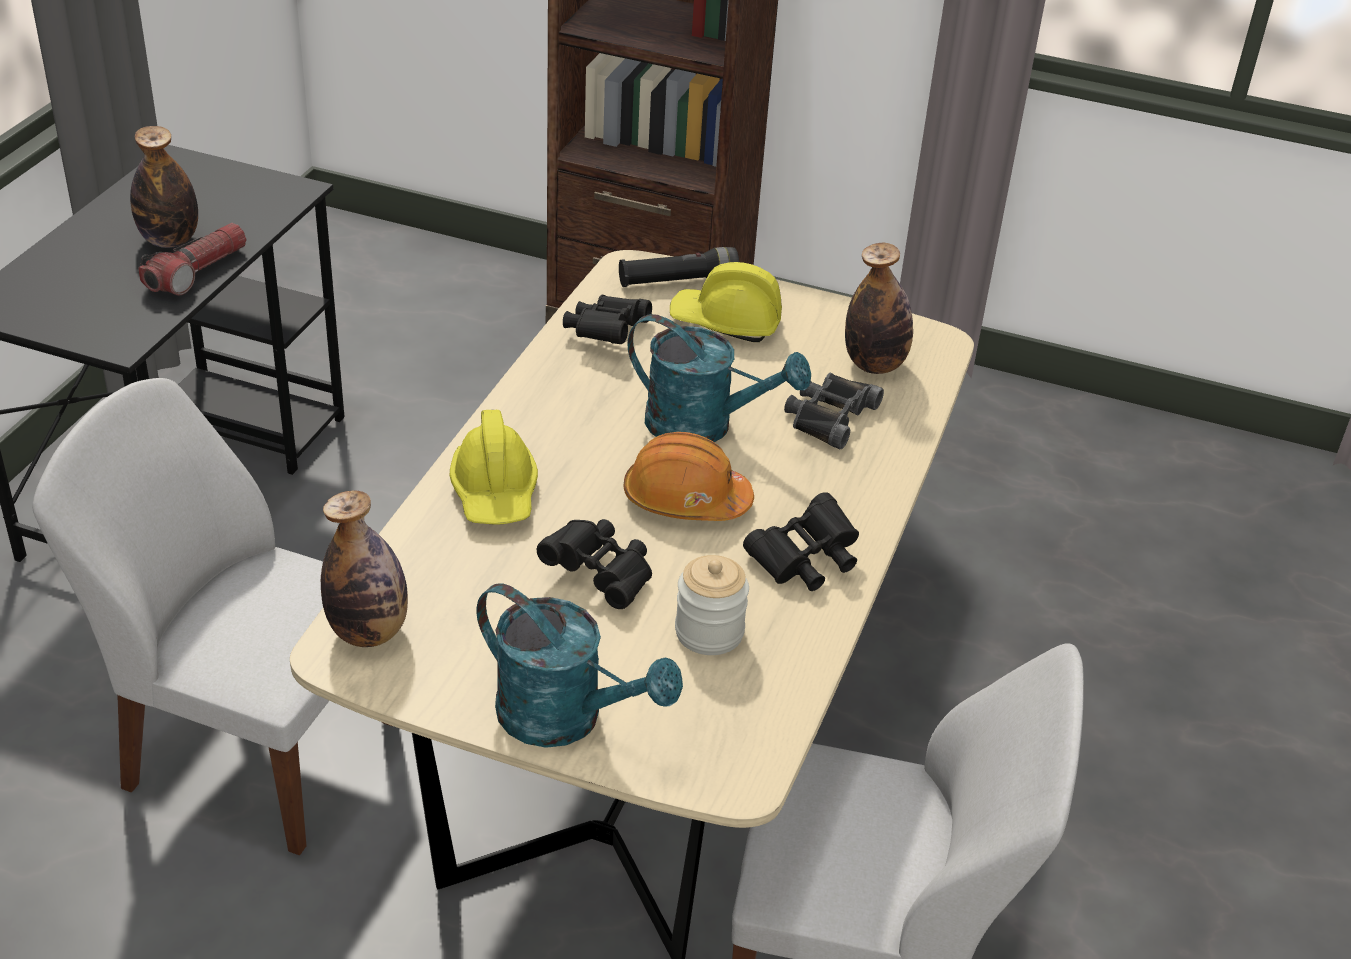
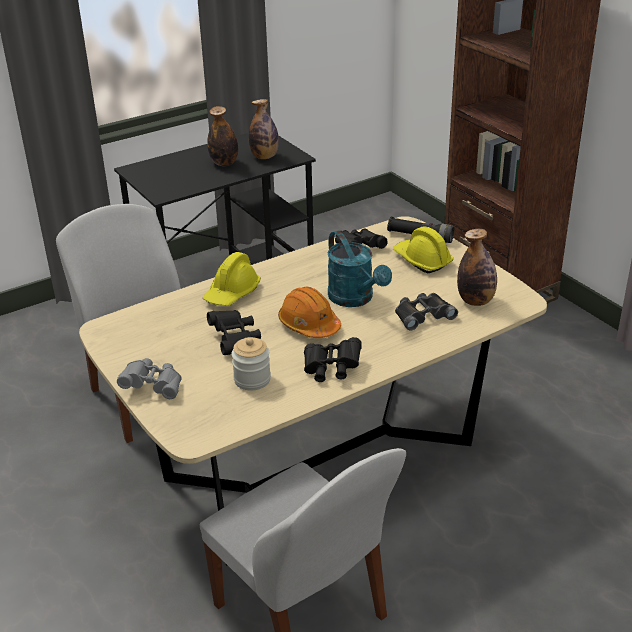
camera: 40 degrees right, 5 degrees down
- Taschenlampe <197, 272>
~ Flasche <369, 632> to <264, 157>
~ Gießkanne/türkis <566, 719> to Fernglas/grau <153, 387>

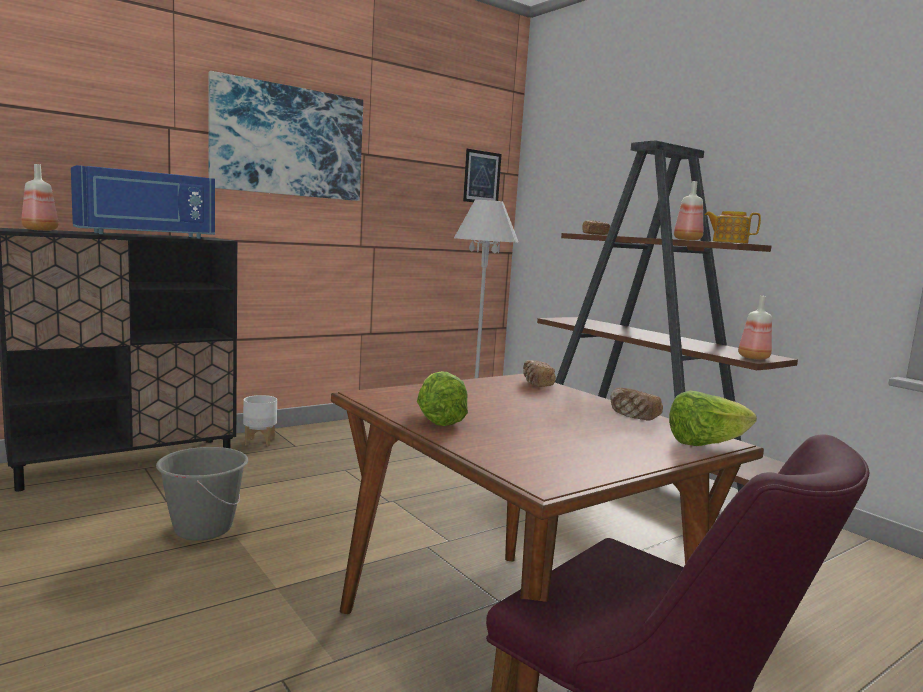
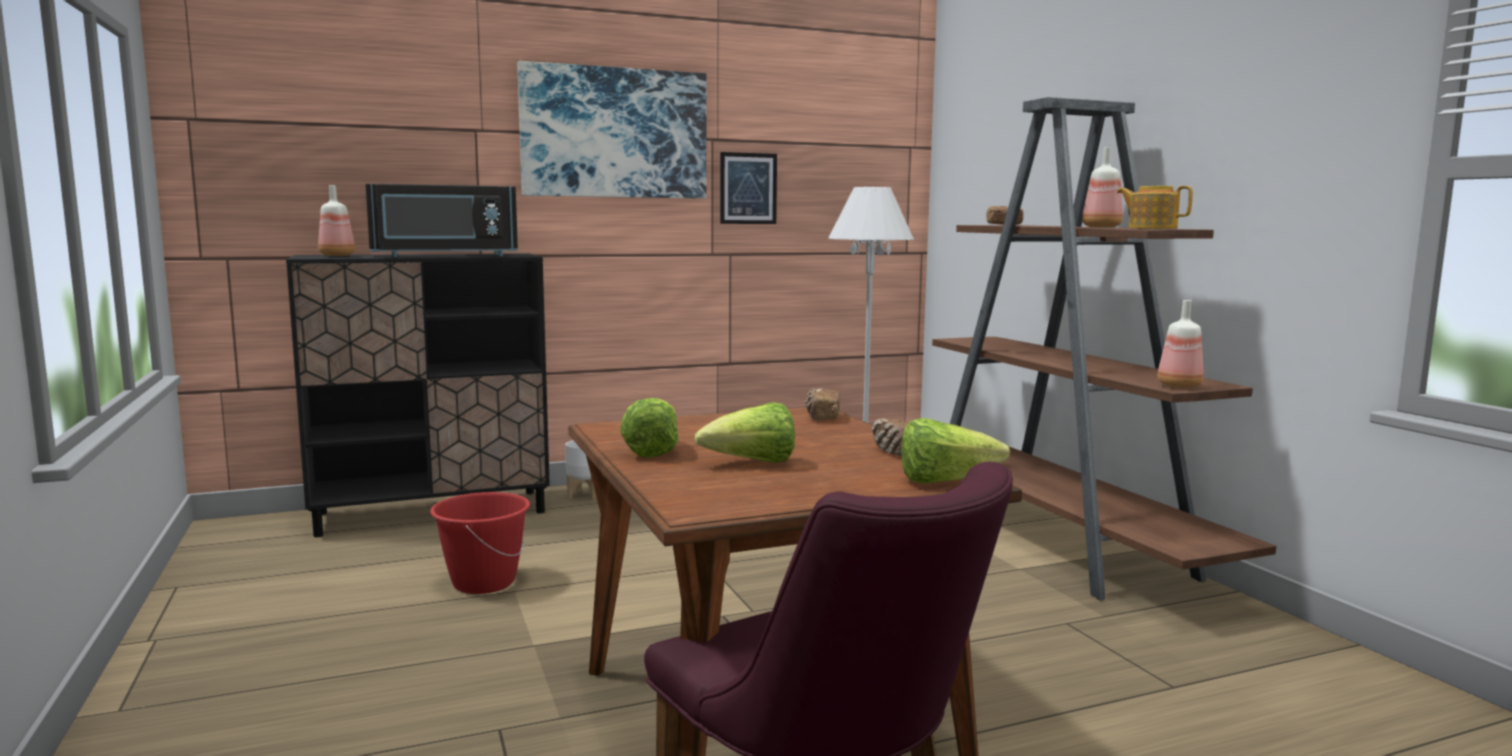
camera: 15 degrees right, 0 degrees up
~ Bild <482, 177> to <748, 188>
~ Mikrowelle/blau <146, 235> to Mikrowelle/schwarz <444, 256>
~ Eimer/grau <203, 528> to Eimer/rot <483, 583>
+ Salatkopf <752, 463>

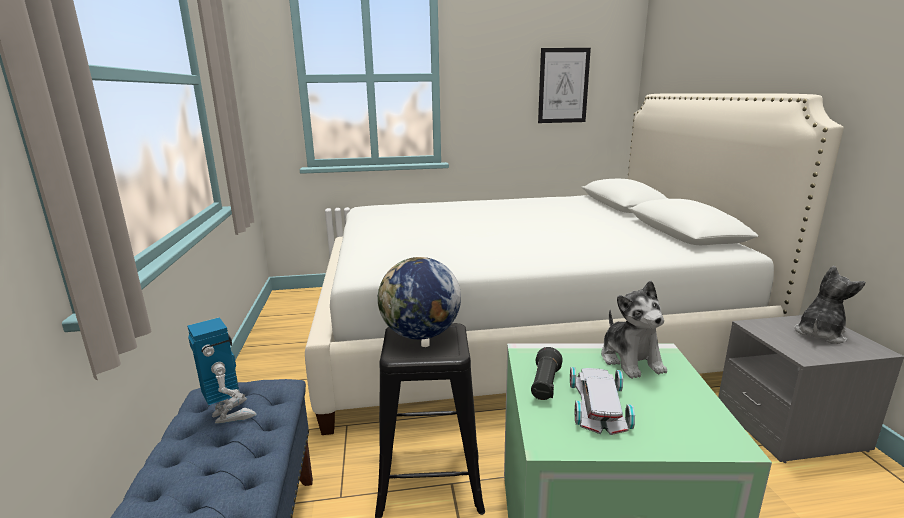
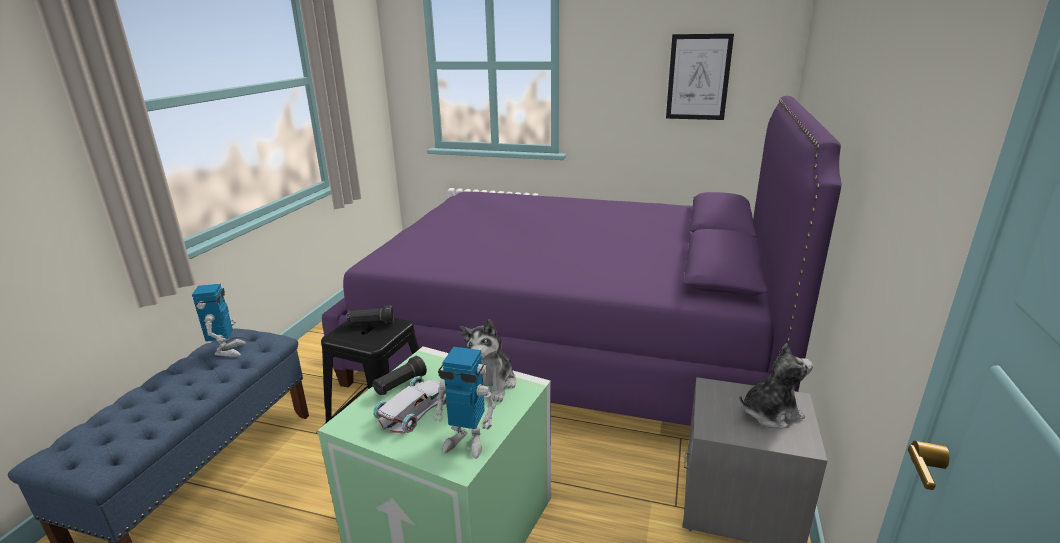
camera: 25 degrees right, 5 degrees up
~ Bett/weiß <519, 333> to Bett/lila <572, 341>
~ Globus <420, 335> to Taschenlampe/schwarz <371, 324>
+ Spielzeugroboter <466, 442>

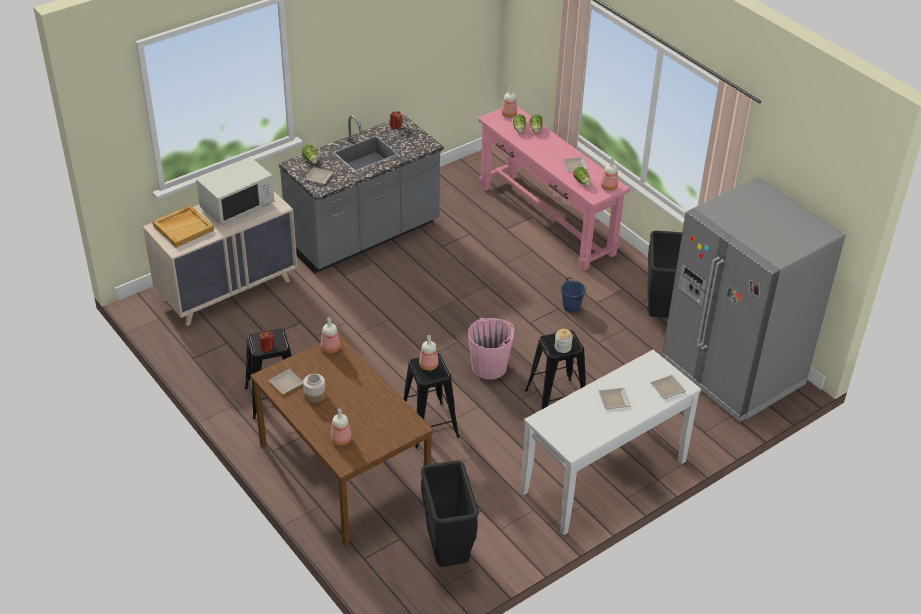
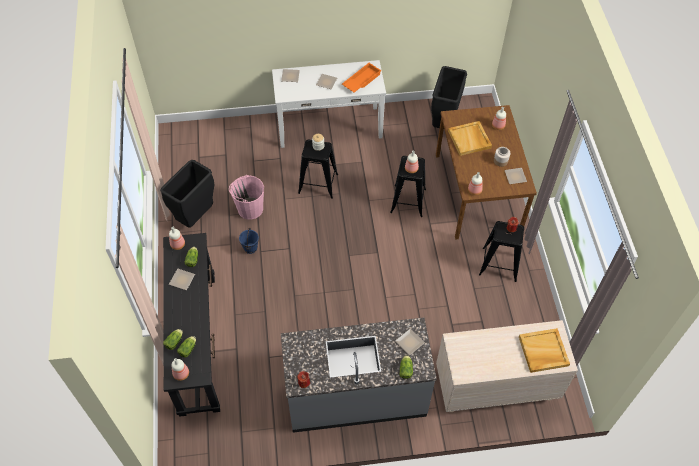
camera: 150 degrees left, 15 degrees up
~ Konsolentisch/rosa <546, 220> to Konsolentisch/schwarz <198, 343>
- Mikrowelle/weiß <237, 206>
- Kühlschrank/grau <732, 372>
~ Eimer/rosa <489, 367> to <250, 209>
+ Tablett/orange <361, 80>
+ Tablett/beige <469, 139>

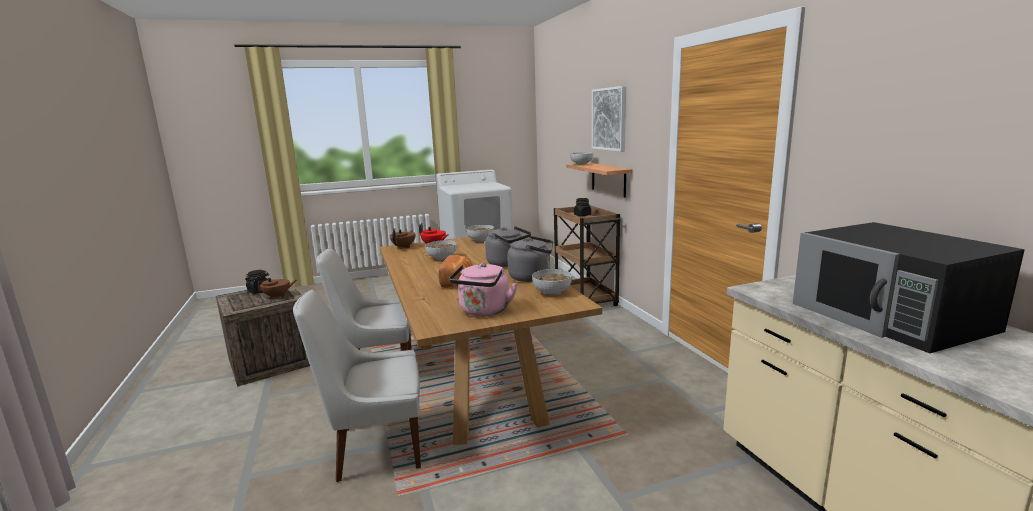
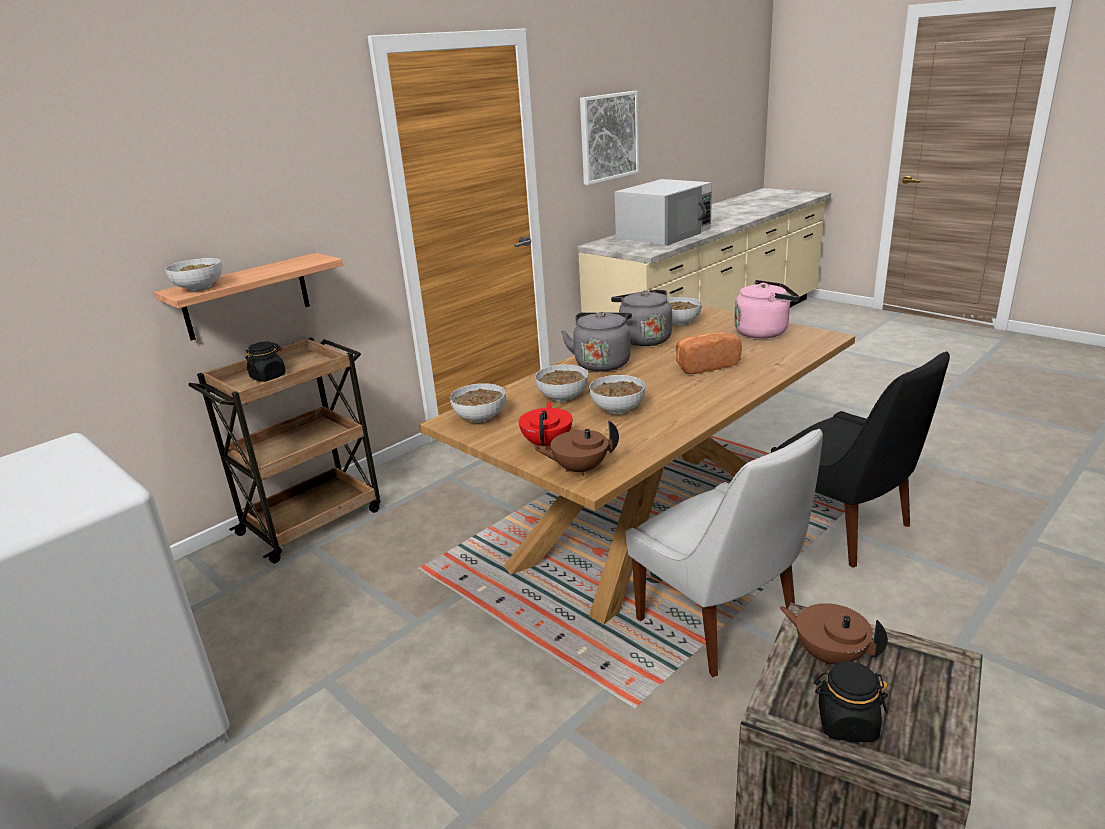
camera: 115 degrees left, 10 degrees up
~ Bild <609, 119> to <608, 137>
~ Mikrowelle/schwarz <891, 317> to Mikrowelle/weiß <664, 233>
~ Stuhl/weiß <375, 448> to Stuhl/schwarz <846, 529>
+ Schüssel <563, 397>

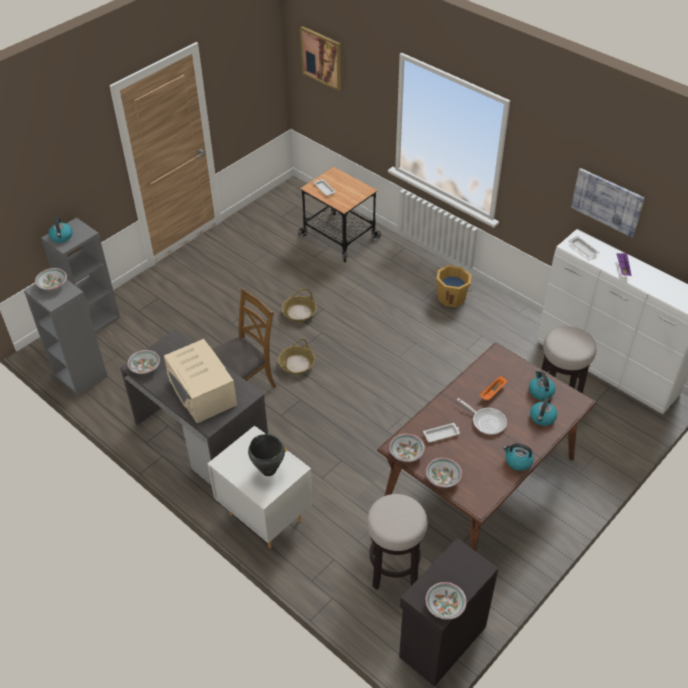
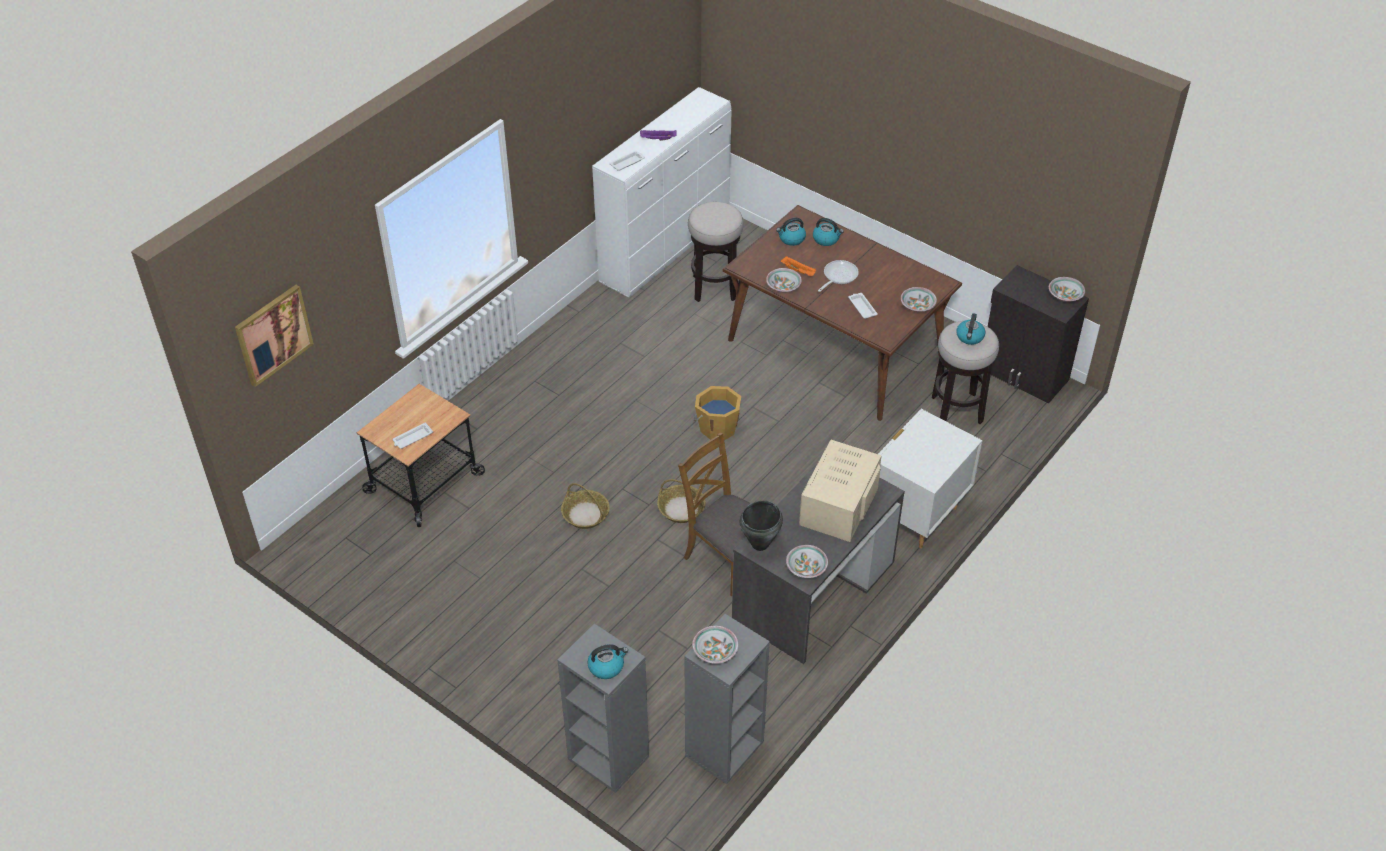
camera: 95 degrees left, 0 degrees up
- Bild <607, 201>
~ Eimer/orange <452, 297> to <717, 427>
~ Mikrowelle/beige <202, 392> = <838, 505> 150 degrees clockwise
~ Kochtopf/schwarz <268, 470> to <760, 544>
~ Schüssel <406, 453> to <783, 287>
~ Wasserkessel <518, 461> to <970, 337>

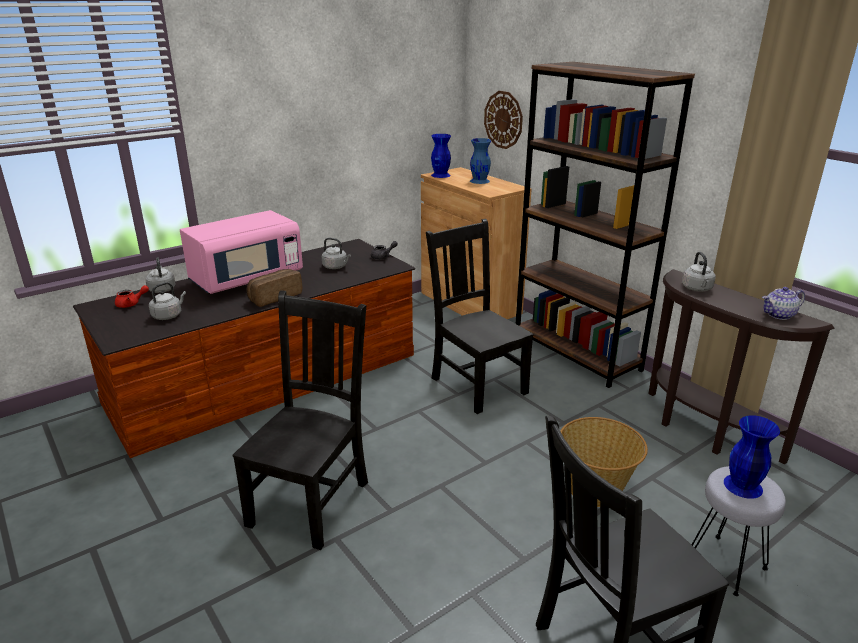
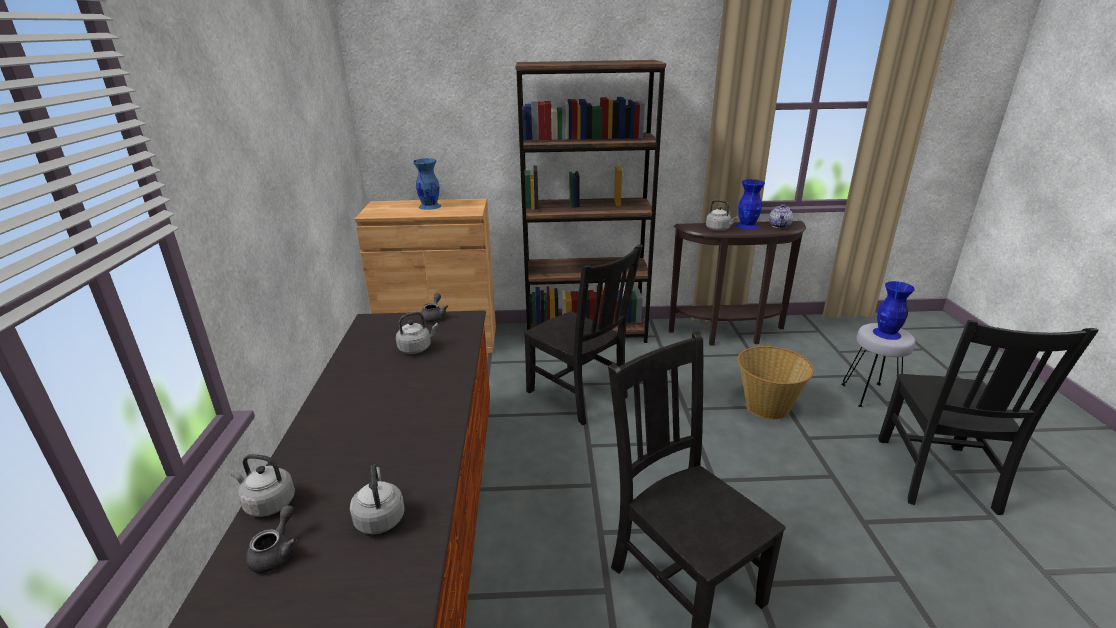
camera: 55 degrees left, 0 degrees up
- Wanduhr <503, 120>
~ Vase/blau <440, 175> to <747, 226>
- Mikrowelle/rosa <246, 279>
~ Stuhl/schwarz <477, 384> = <579, 395> 135 degrees counterclockwise
- Brot <274, 297>
~ Teekanne/rot <131, 304> to Teekanne/grau <276, 552>

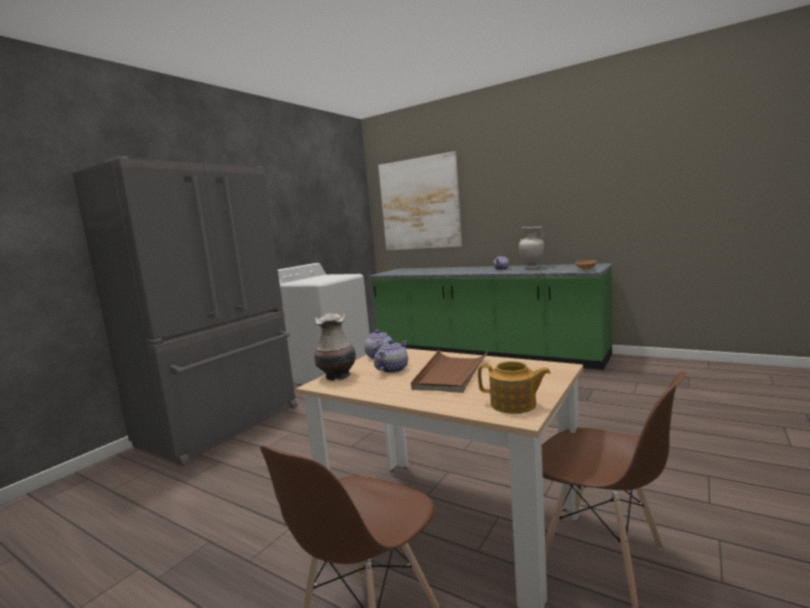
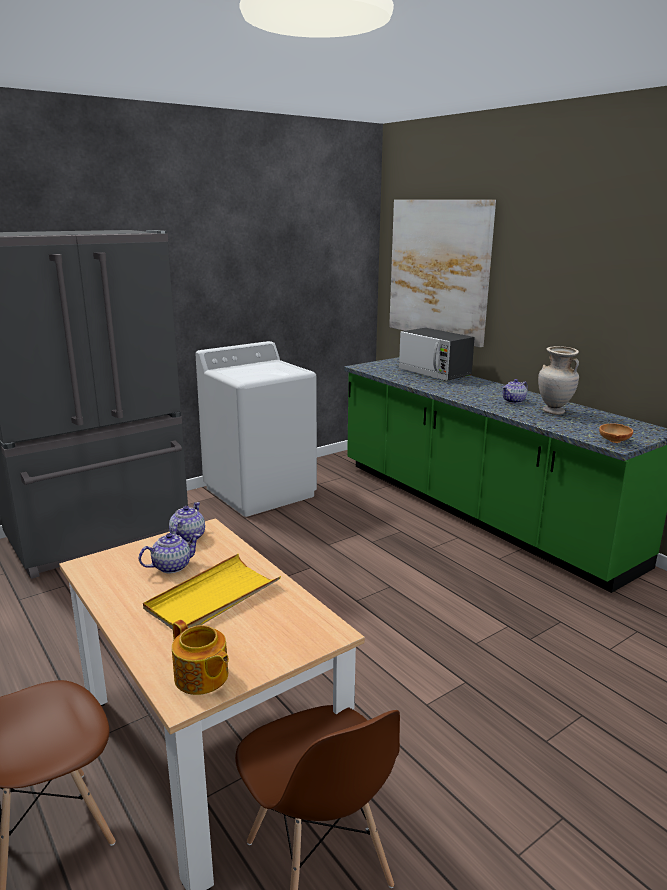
camera: 20 degrees right, 10 degrees up
- Vase <338, 376>
~ Tablett/braun <451, 374> to Tablett/gelb <212, 598>
+ Mikrowelle <434, 373>

